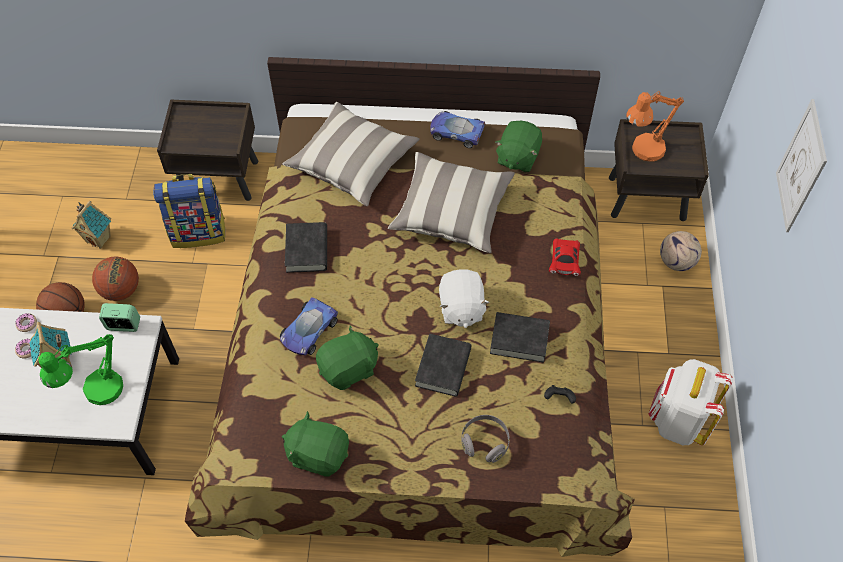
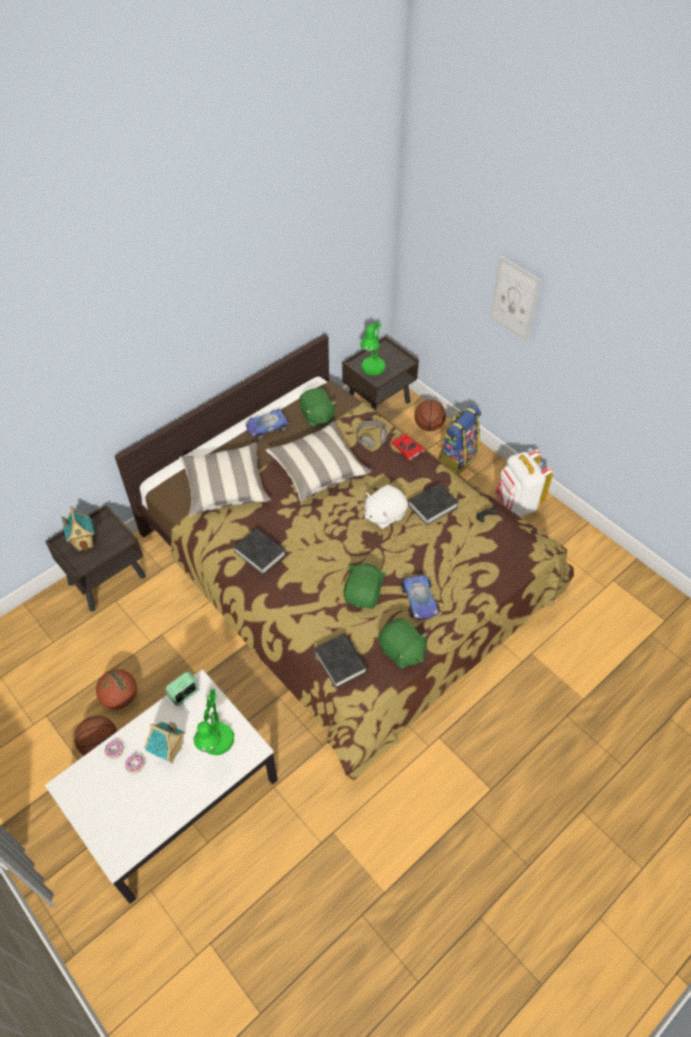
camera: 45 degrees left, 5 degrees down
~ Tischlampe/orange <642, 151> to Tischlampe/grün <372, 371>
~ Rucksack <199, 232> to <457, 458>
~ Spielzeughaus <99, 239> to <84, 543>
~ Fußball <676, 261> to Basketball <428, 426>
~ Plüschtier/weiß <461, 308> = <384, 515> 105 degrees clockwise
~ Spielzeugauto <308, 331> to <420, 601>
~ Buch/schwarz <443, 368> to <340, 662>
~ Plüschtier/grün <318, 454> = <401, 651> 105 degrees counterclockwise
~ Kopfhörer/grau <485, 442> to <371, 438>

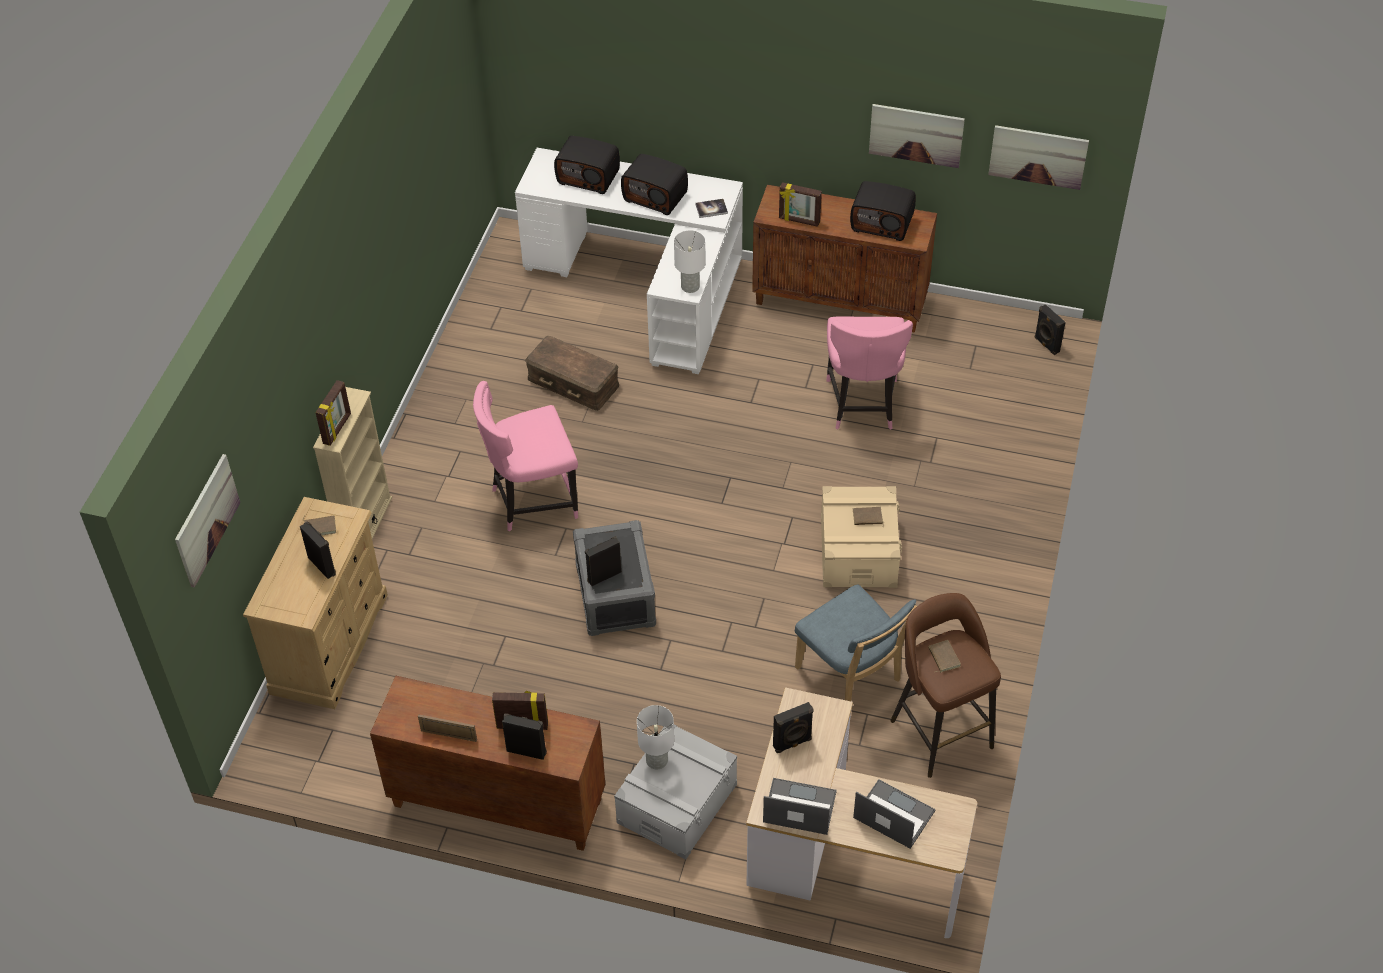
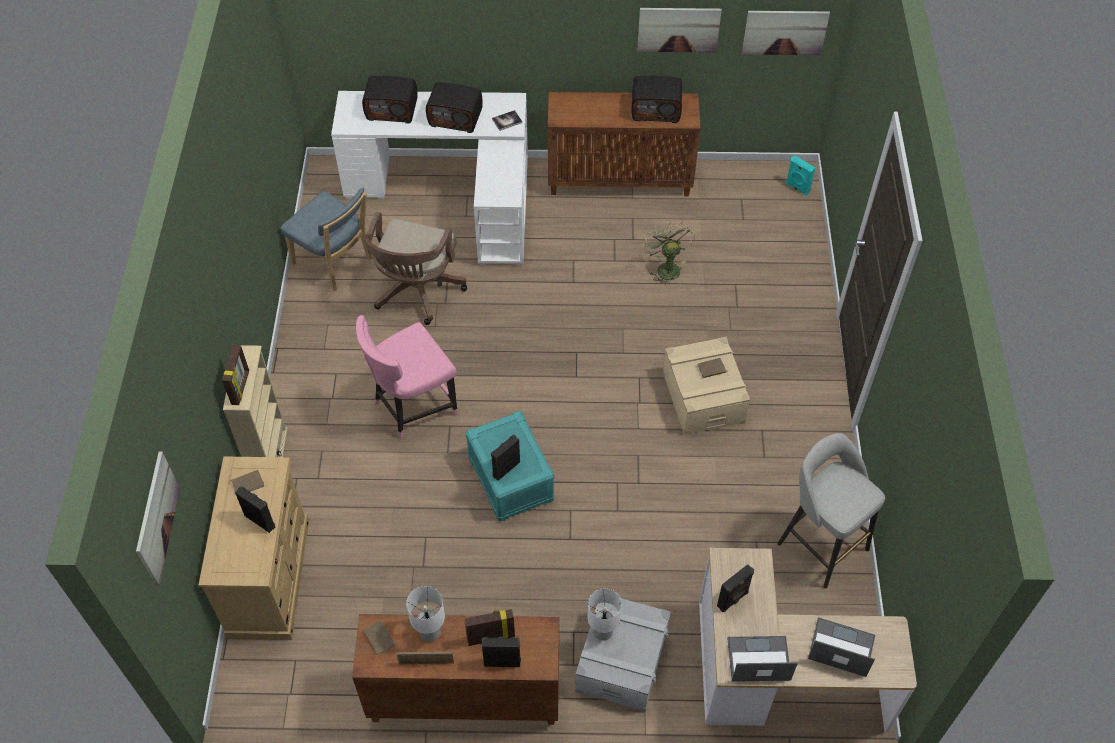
camera: 15 degrees left, 5 degrees up
- Bilderrahmen <799, 221>
~ Tischlampe/weiß <690, 287> to <430, 632>
~ Lautsprecher/schwarz <1046, 345> to Lautsprecher/türkis <797, 188>
~ Stuhl/rosa <862, 405> to Ventilator/grün <666, 267>
~ Aufbewahrungsbox/braun <572, 382> to Bürostuhl/braun <416, 292>
~ Aufbewahrungsbox/grau <614, 594> to Aufbewahrungsbox/türkis <510, 478>
~ Stuhl/blau <851, 677> to <335, 263>
~ Hocker/braun <940, 731> to Hocker/grau <821, 544>
~ Buch/braun <943, 657> to <378, 639>

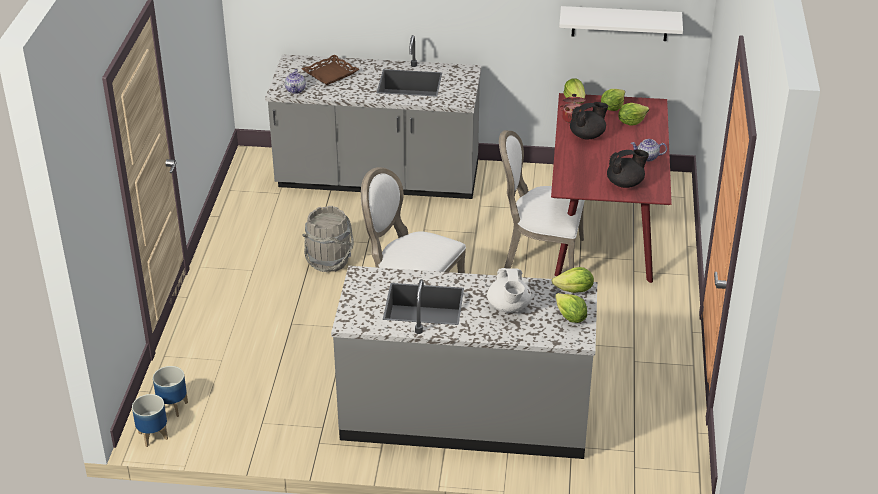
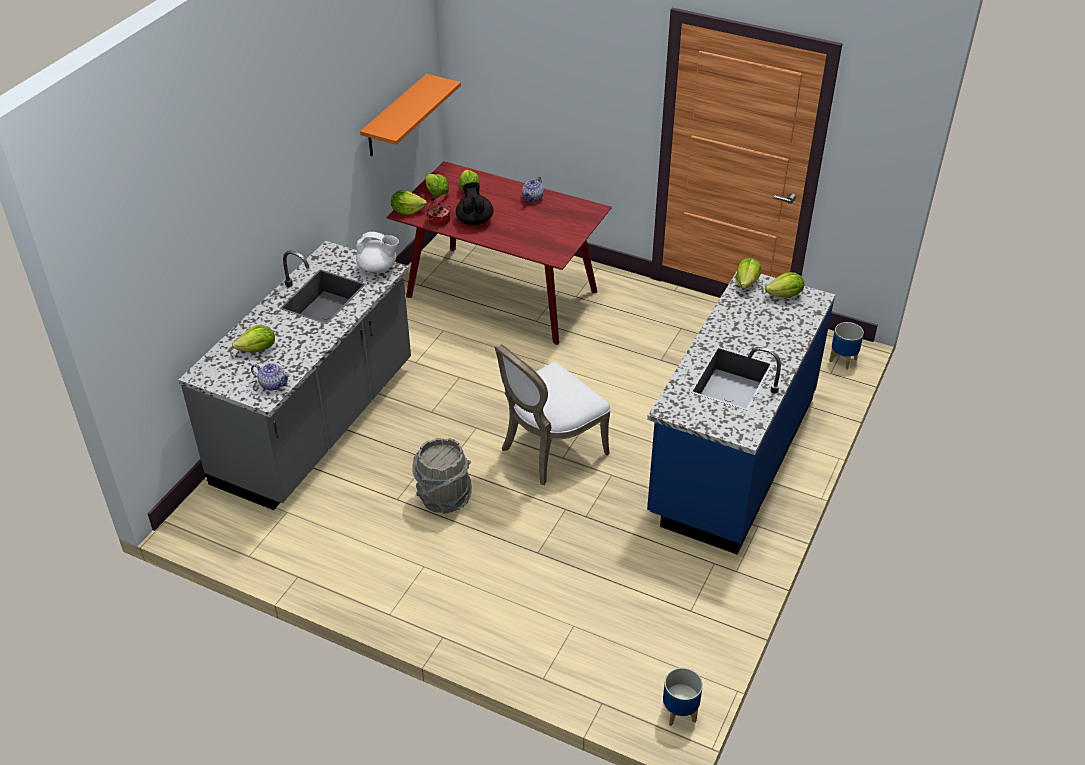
camera: 70 degrees left, 5 degrees up
~ Wandregal/weiß <620, 23> to Wandregal/orange <395, 116>
~ Tablett/braun <330, 74> to Salatkopf <258, 349>
- Stuhl/weiß <540, 255>
- Teekanne/schwarz <625, 183>
~ Küchenzeile/grau <465, 414> to Küchenzeile/blau <731, 456>
~ Teekanne/weiß <509, 307> to <378, 268>
~ Pflanzkübel <172, 407> to <842, 360>

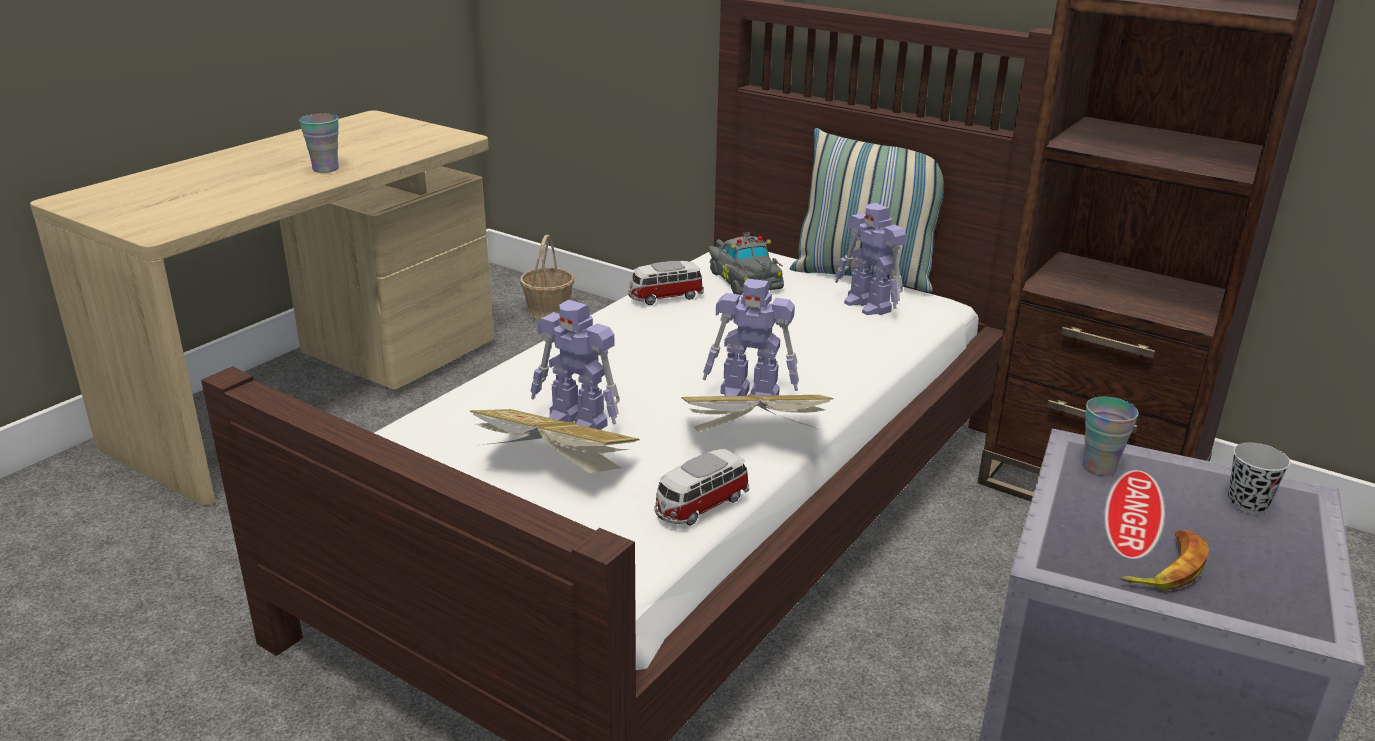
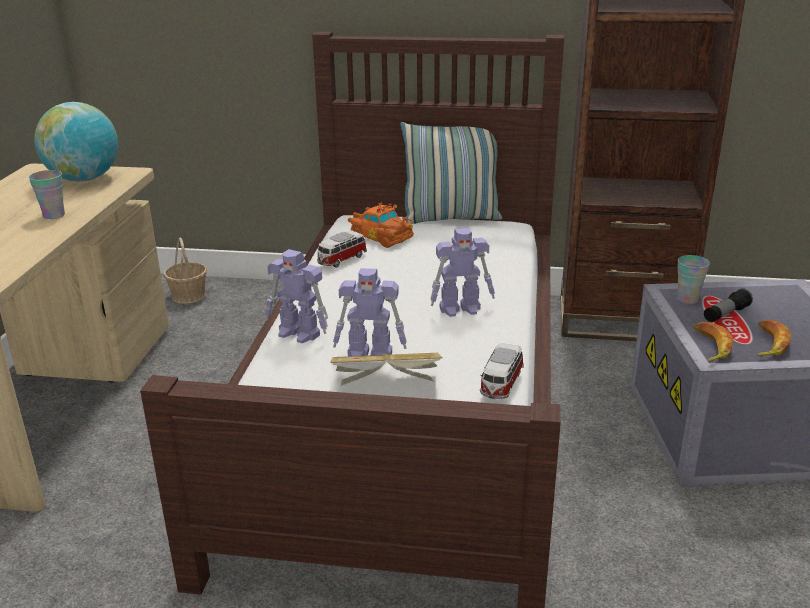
camera: 25 degrees left, 0 degrees up
~ Spielzeugroboter <868, 306> to <299, 334>
~ Spielzeugauto/grau <745, 279> to Spielzeugauto/orange <381, 236>
- Buch <753, 438>
- Tasse/schwarz <1247, 504>
+ Globus <84, 179>
+ Taschenlampe <725, 314>
+ Banane <709, 346>

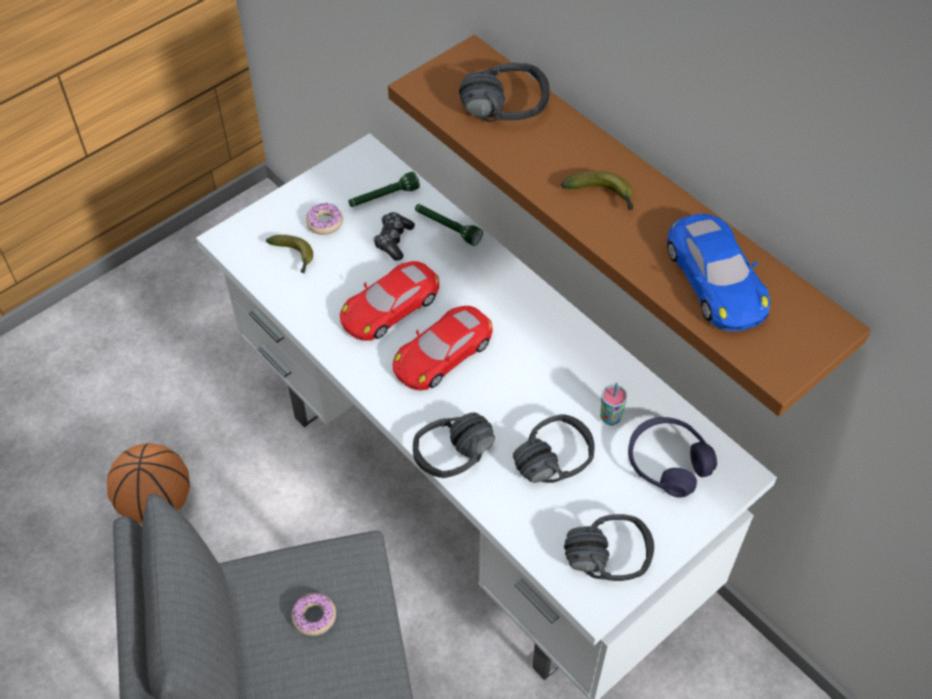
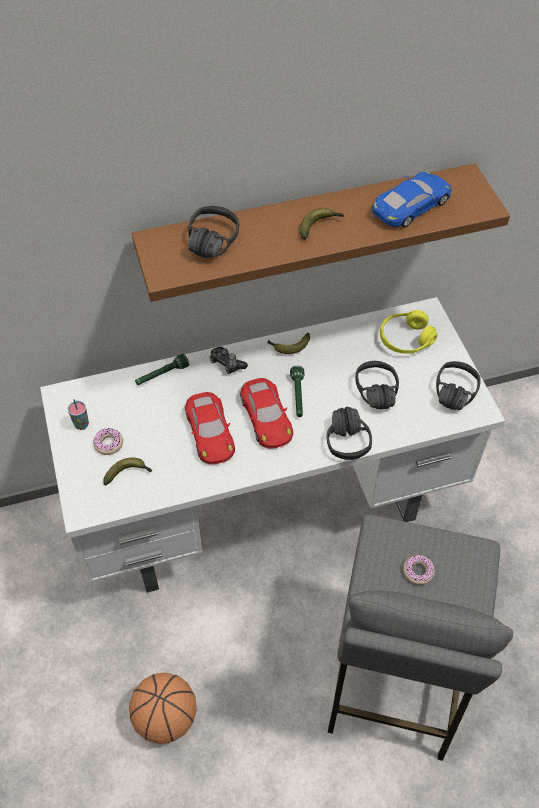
camera: 65 degrees left, 0 degrees up
~ Taschenlampe/grün <383, 197> to <298, 396>
~ Gamepad <393, 240> to <226, 364>
~ Spielzeugauto/blau <715, 279> = <411, 205> 45 degrees counterclockwise
~ Tasse <610, 418> to <81, 425>
~ Kopfhörer/lila <667, 463> to Kopfhörer/gelb <405, 339>
+ Banane <288, 346>

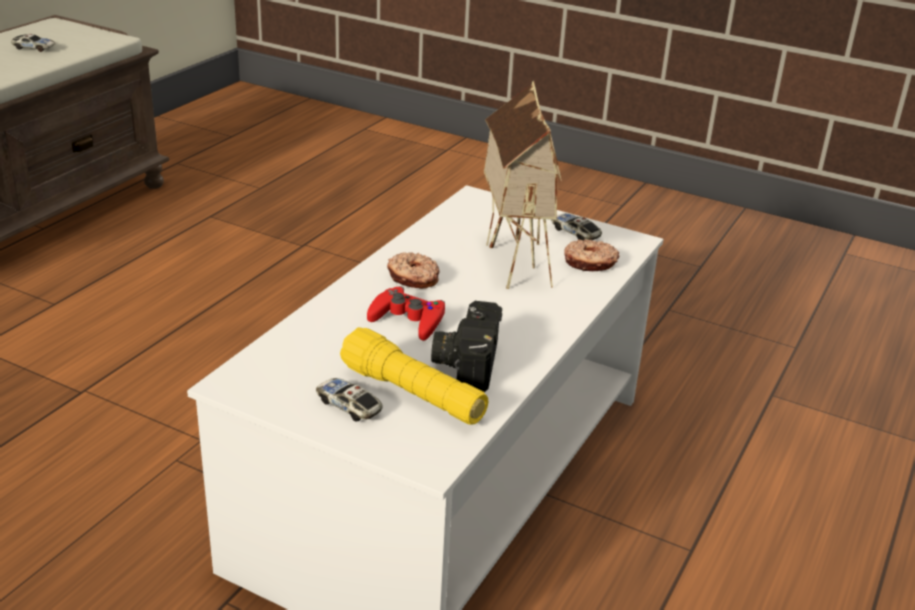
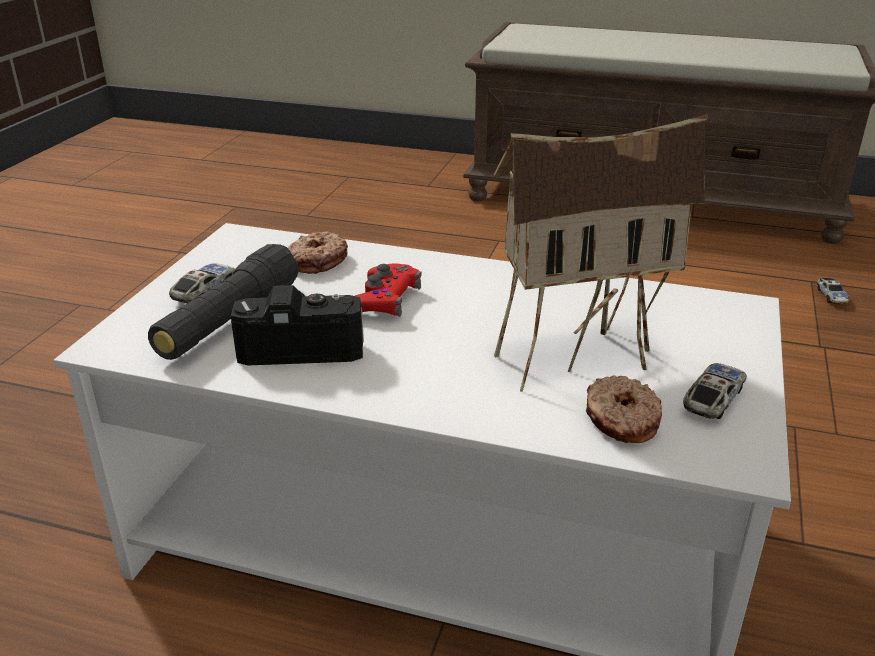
camera: 80 degrees right, 0 degrees up
~ Spielzeugauto <34, 48> to <831, 296>
~ Donut <413, 278> to <316, 261>
~ Taschenlampe/gelb <413, 394> to Taschenlampe/schwarz <229, 321>

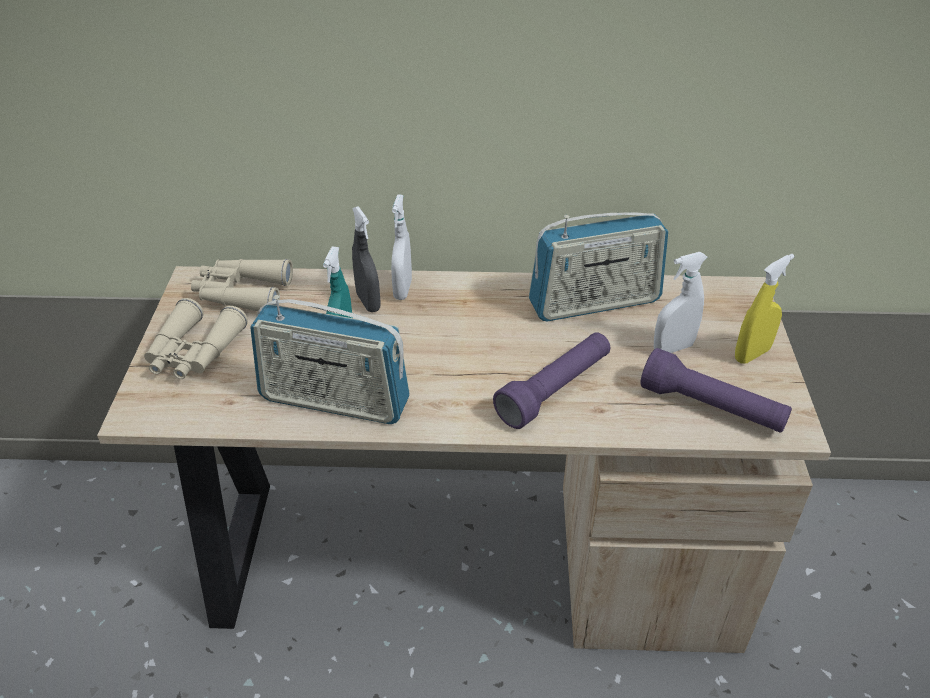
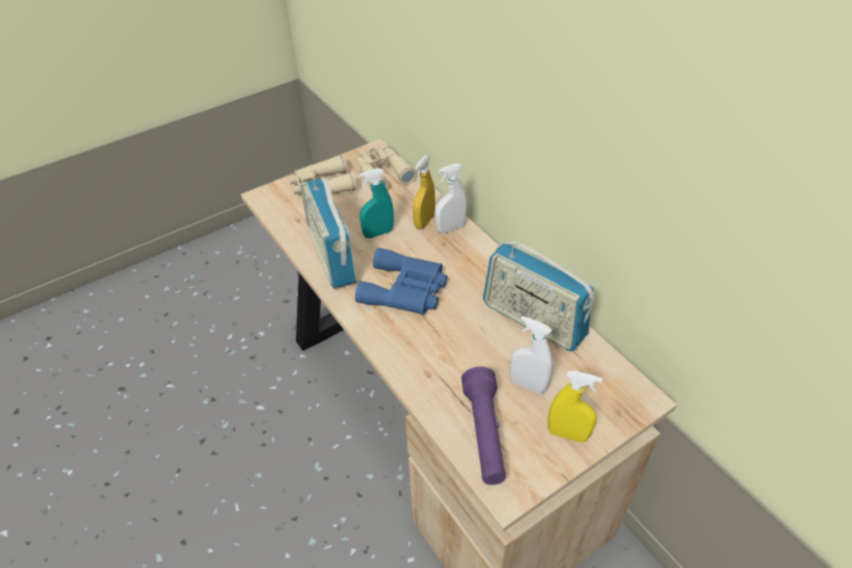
camera: 55 degrees right, 5 degrees up
~ Sprühflasche/grau <368, 302> to Sprühflasche/gelb <424, 221>
- Taschenlampe/lila <555, 390>
+ Fernglas/blau <406, 290>

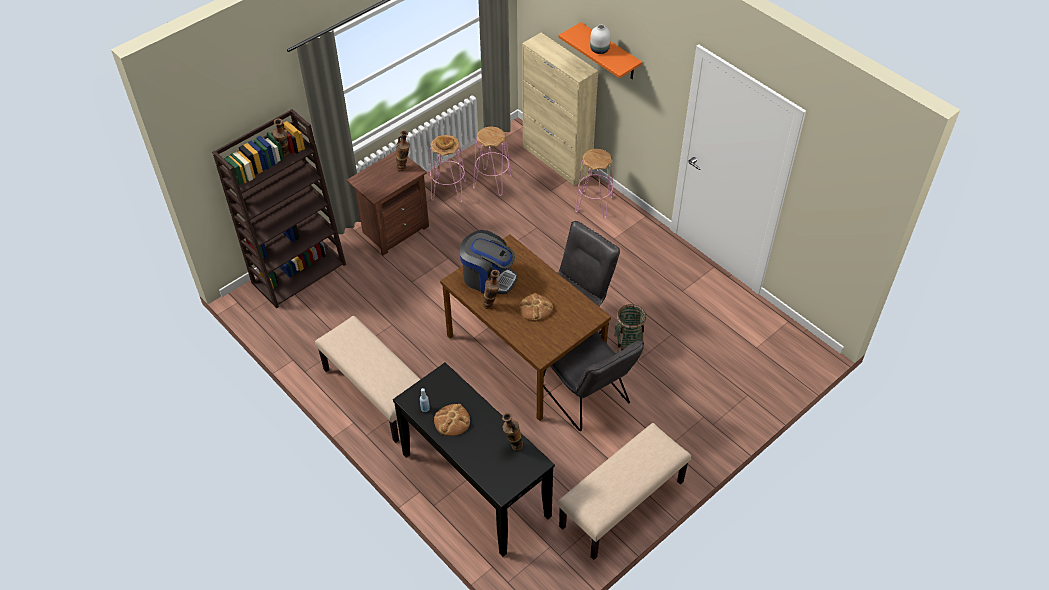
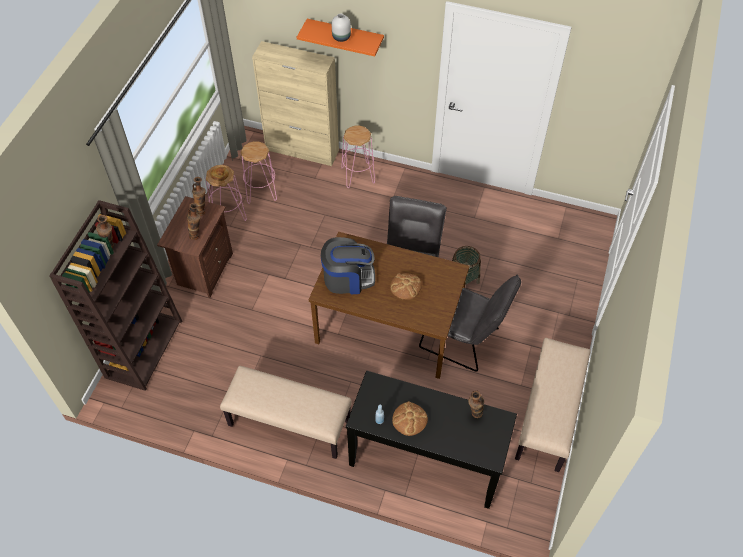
camera: 30 degrees left, 5 degrees up
~ Vase <492, 305> to <197, 235>

